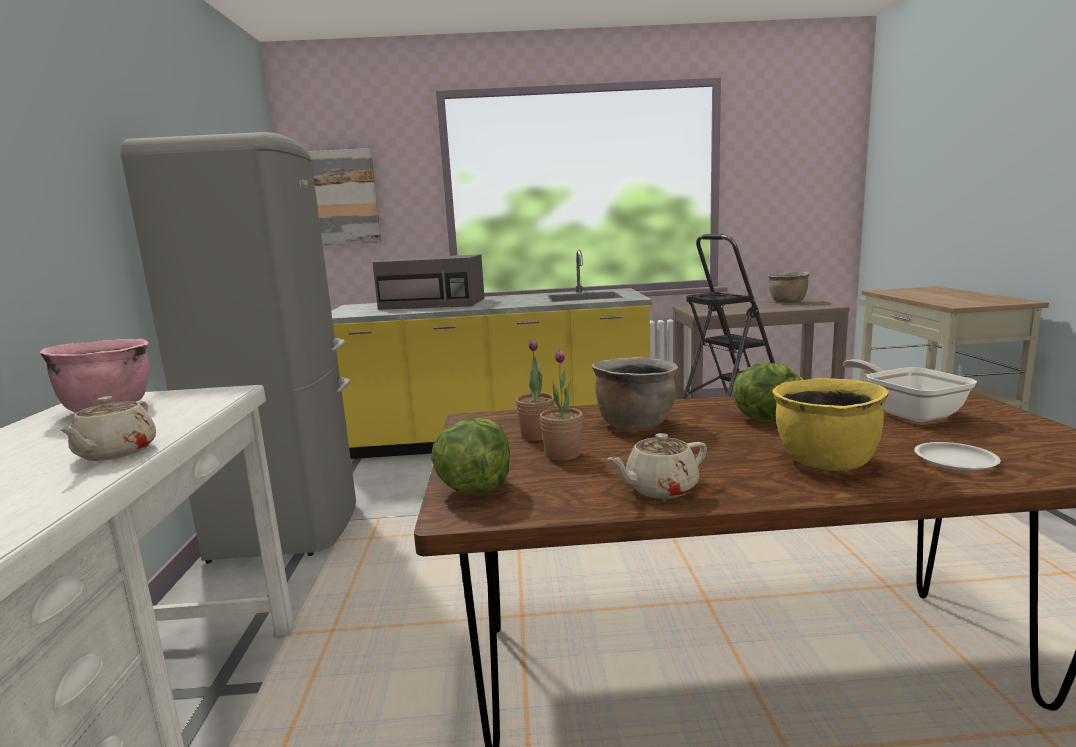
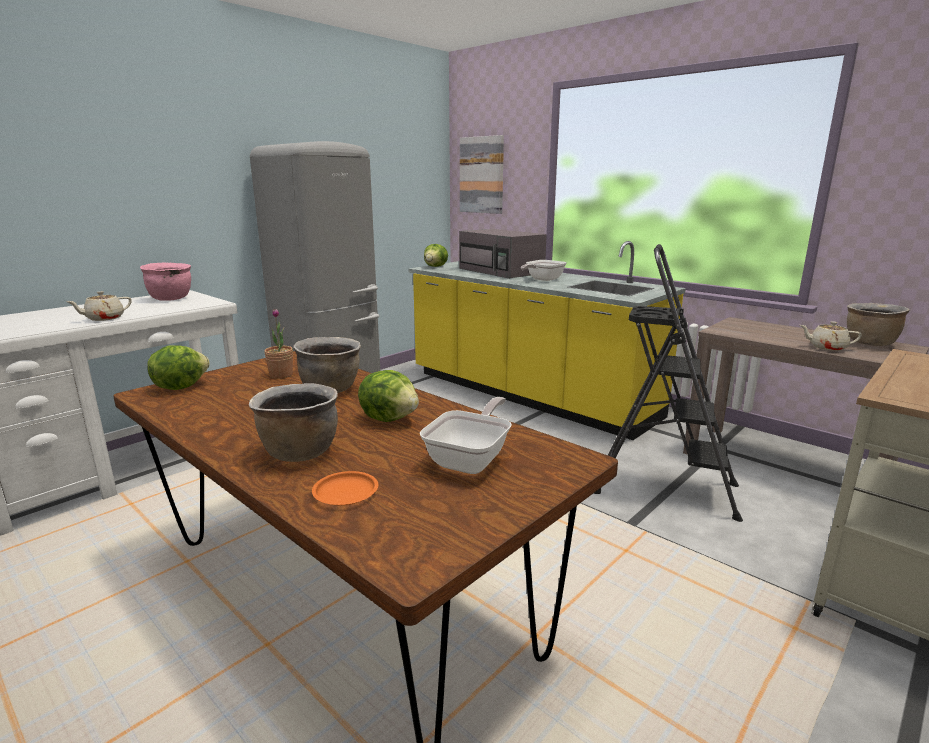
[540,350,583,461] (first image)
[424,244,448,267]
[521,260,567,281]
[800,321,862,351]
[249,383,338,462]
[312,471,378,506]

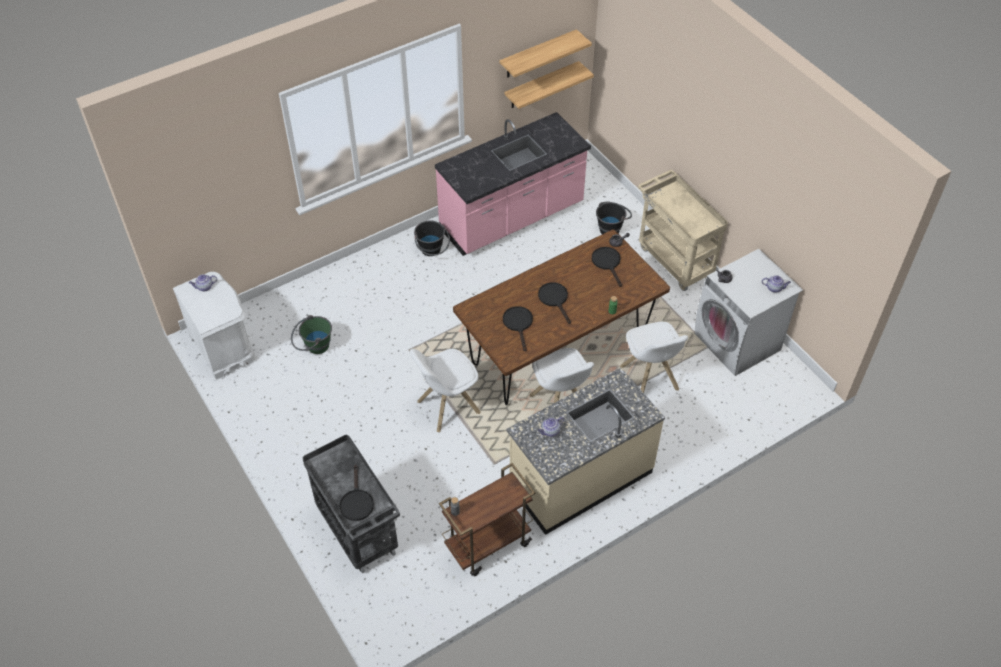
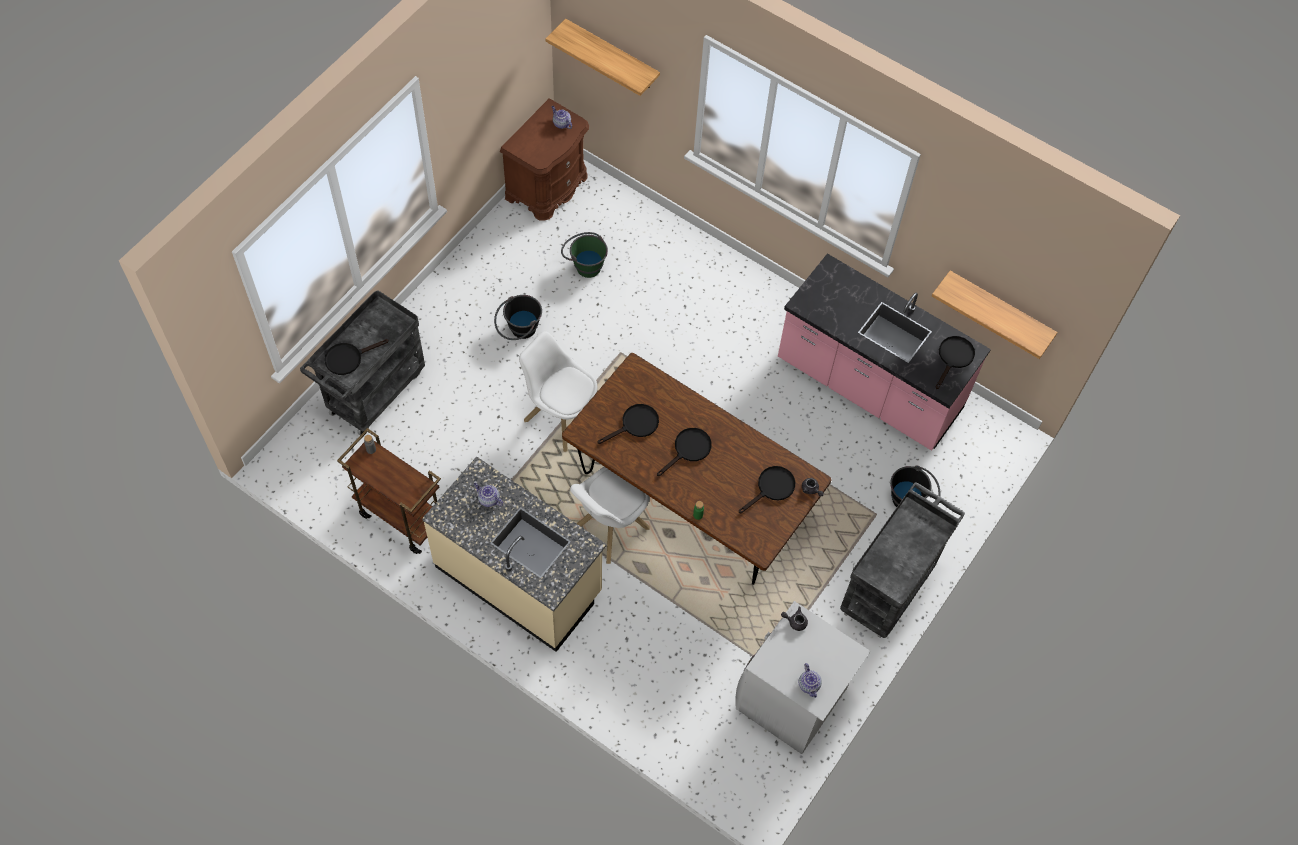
[620,322,688,393] (first image)
[936,336,975,389]
[494,295,542,340]
[546,19,660,96]
[500,98,589,221]
[840,482,965,638]

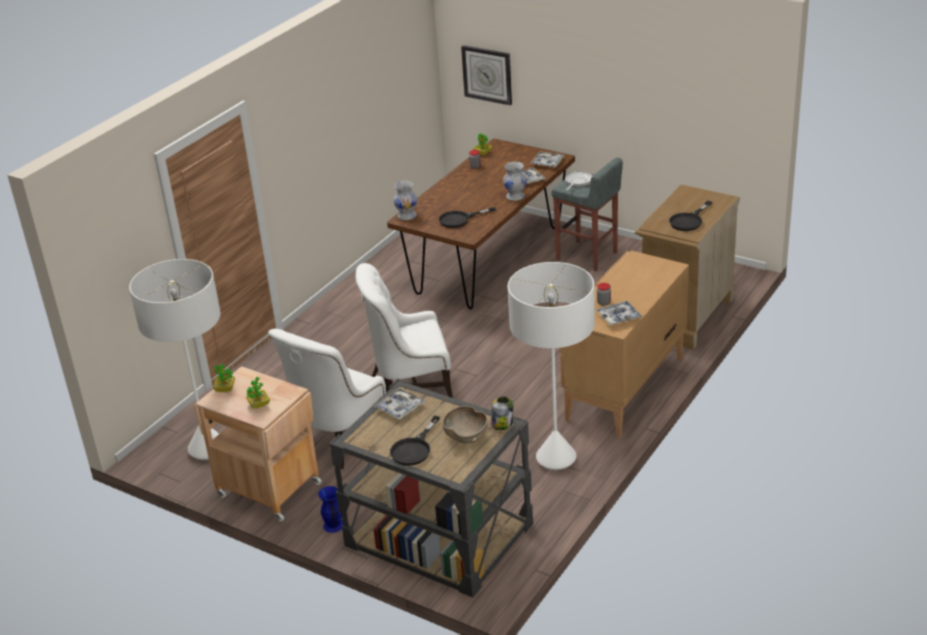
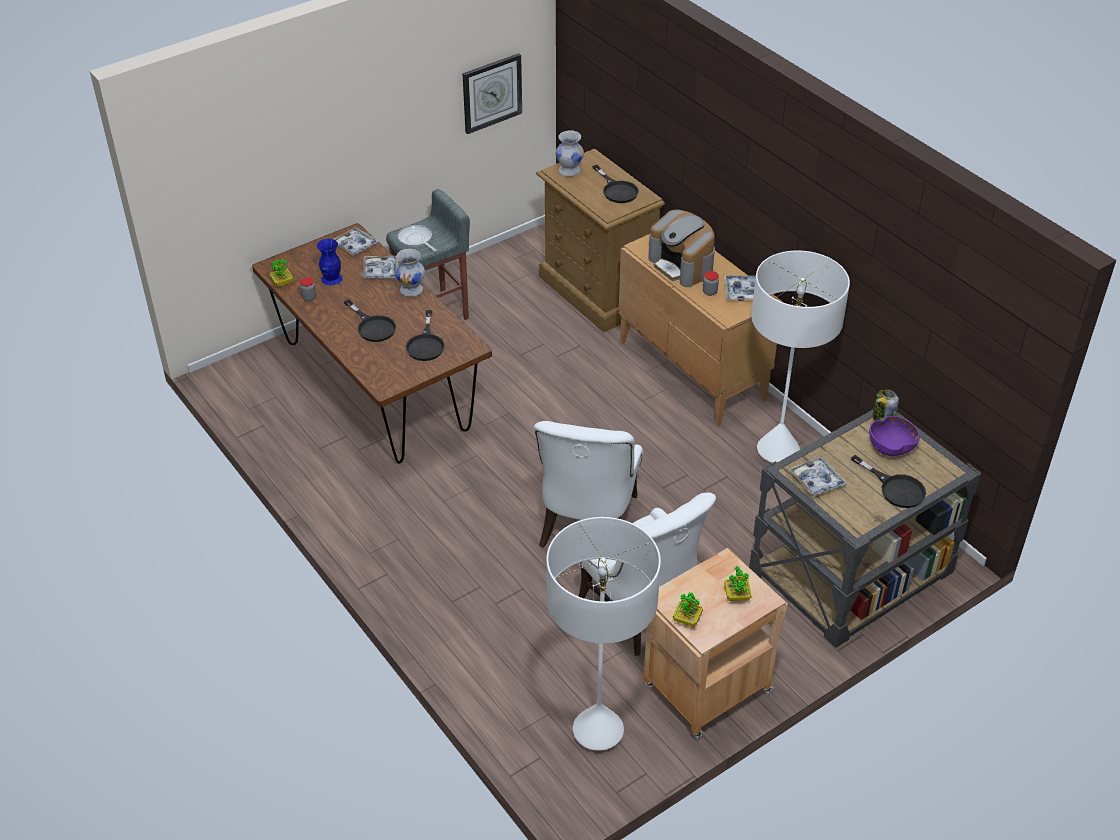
[344,299,396,342]
[648,210,715,287]
[317,239,343,285]
[556,130,584,177]
[462,53,522,134]
[869,416,920,456]

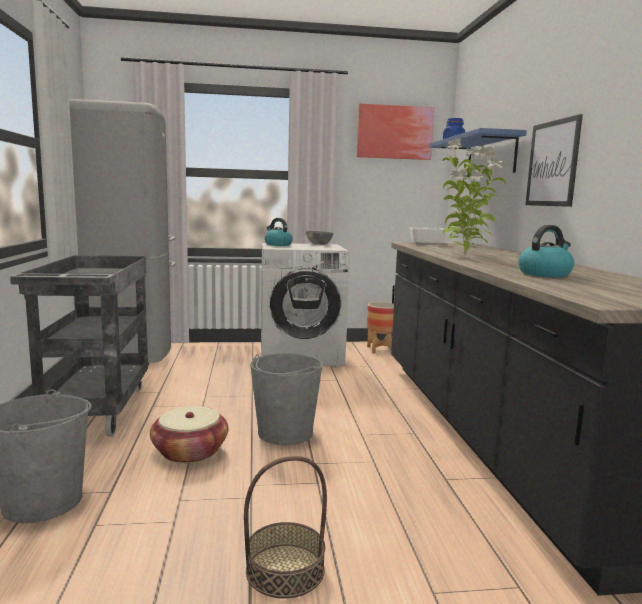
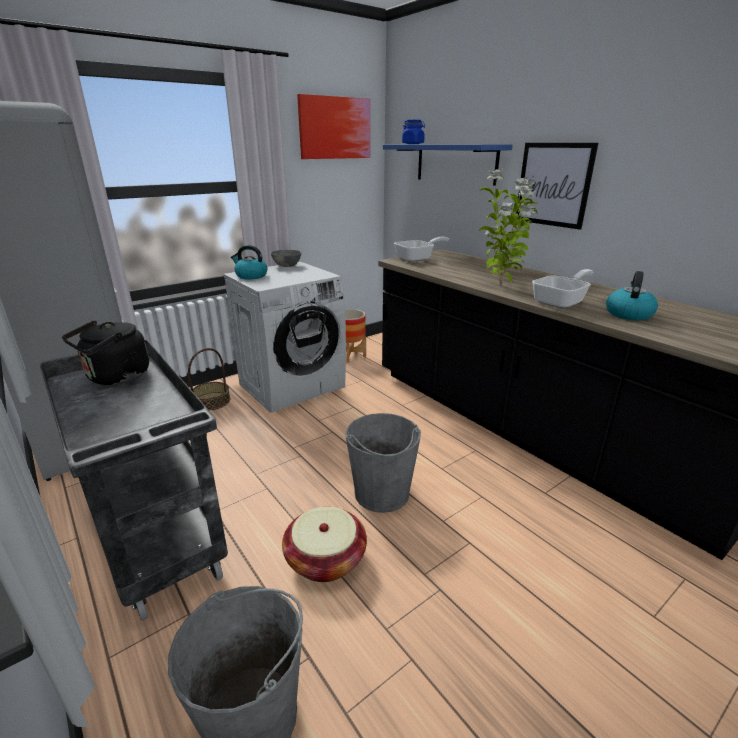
[62,320,149,385]
[532,269,594,308]
[188,348,230,410]

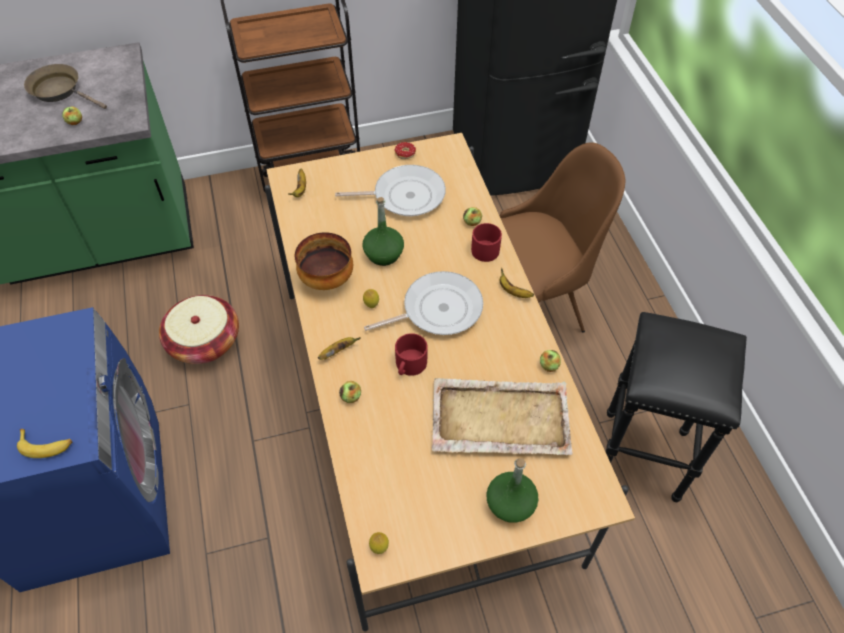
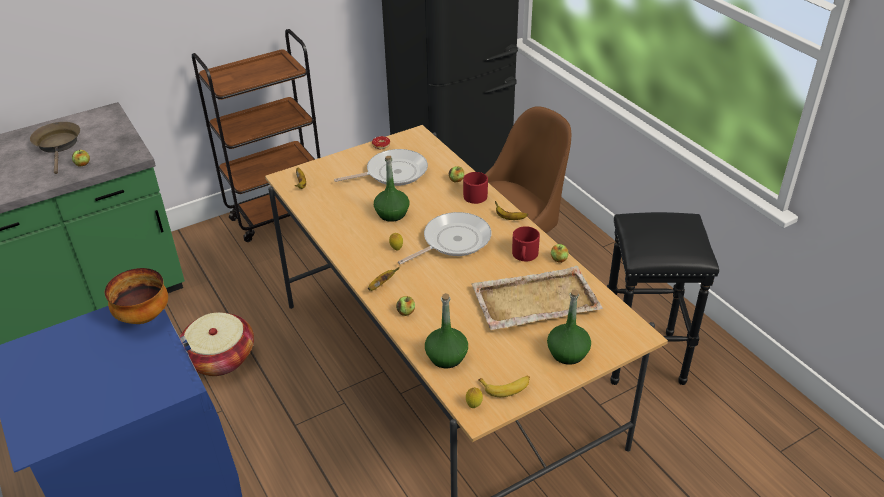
[425,293,468,368]
[478,376,530,397]
[105,268,168,324]
[512,226,540,261]
[30,122,80,174]

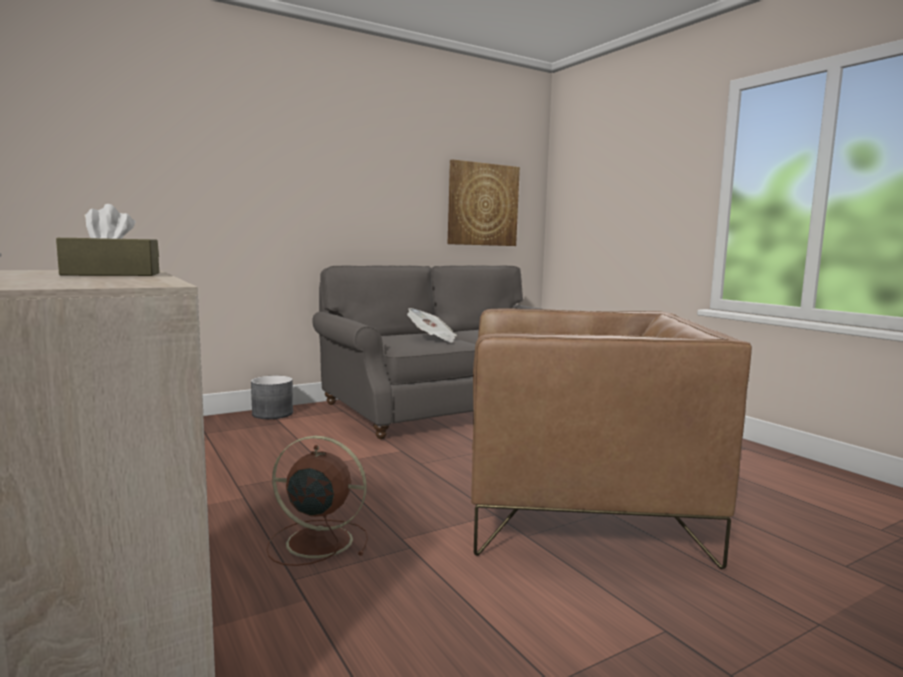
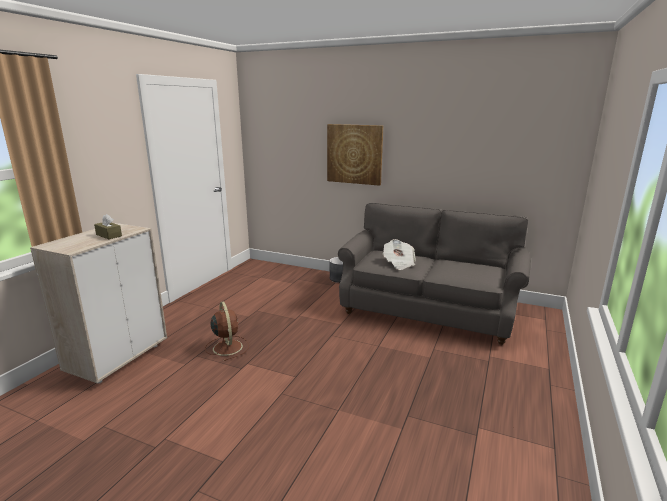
[471,309,752,569] (first image)
[327,124,383,186]

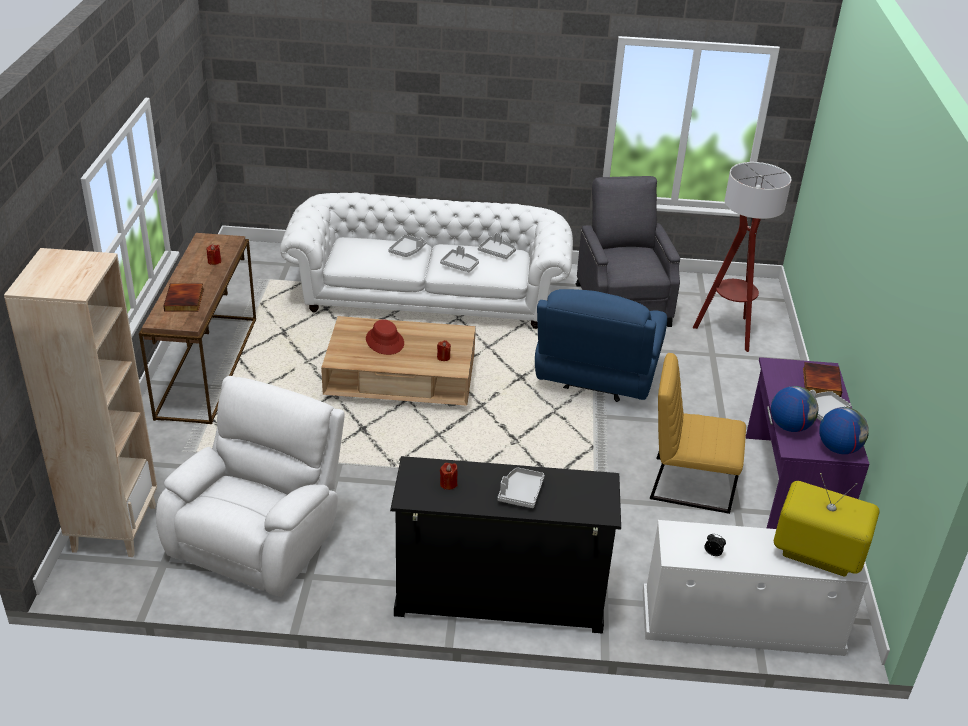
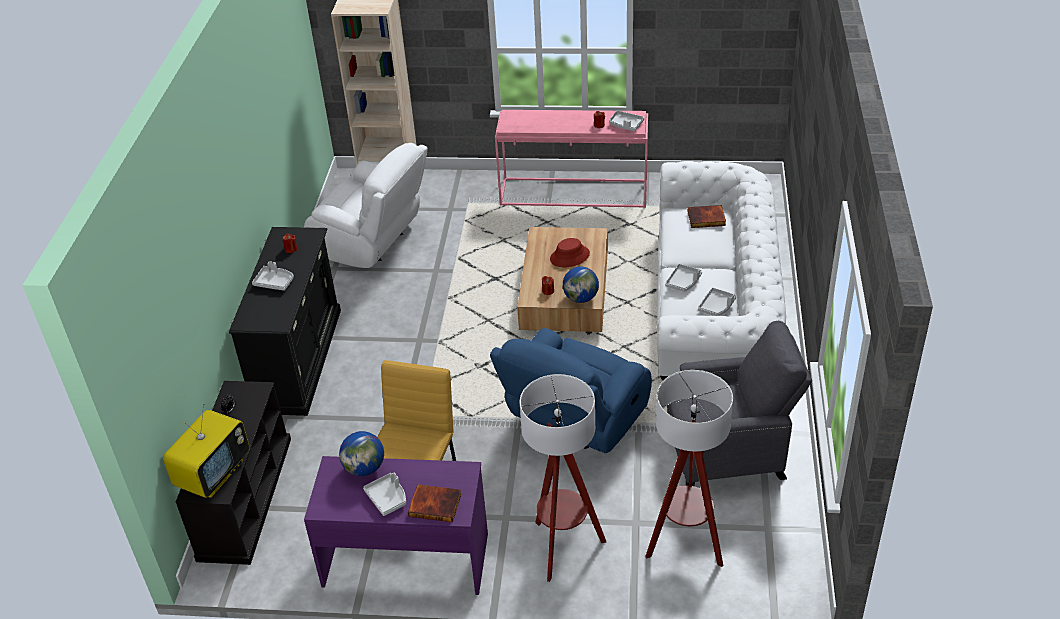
[520,374,606,582]
[688,205,726,228]
[609,111,644,131]
[563,267,599,303]
[495,110,648,208]
[176,381,291,565]
[490,328,652,453]

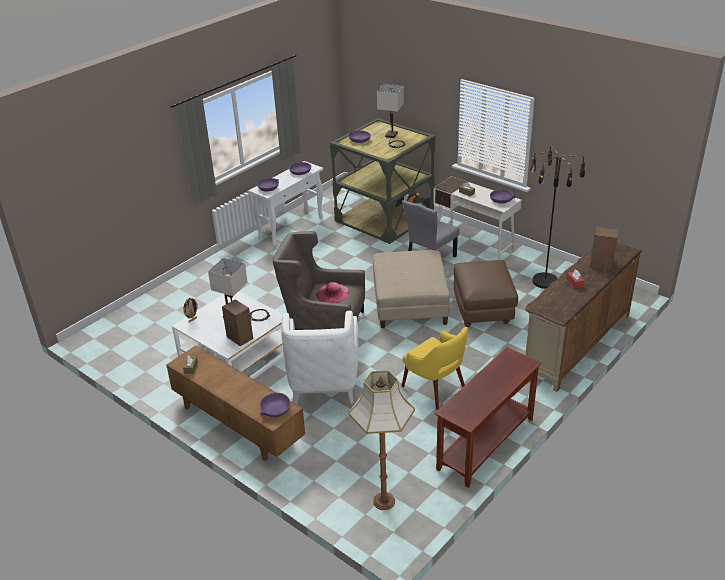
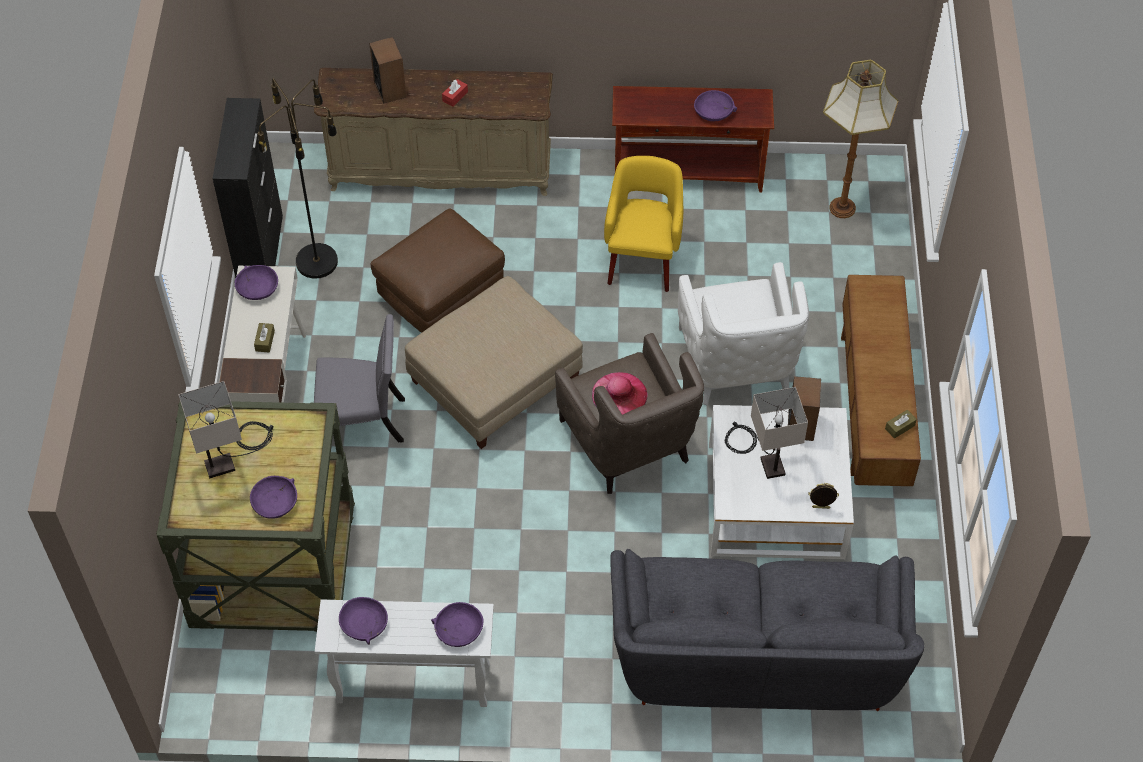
[212,98,283,278]
[611,549,924,711]
[694,90,737,121]
[678,262,809,405]

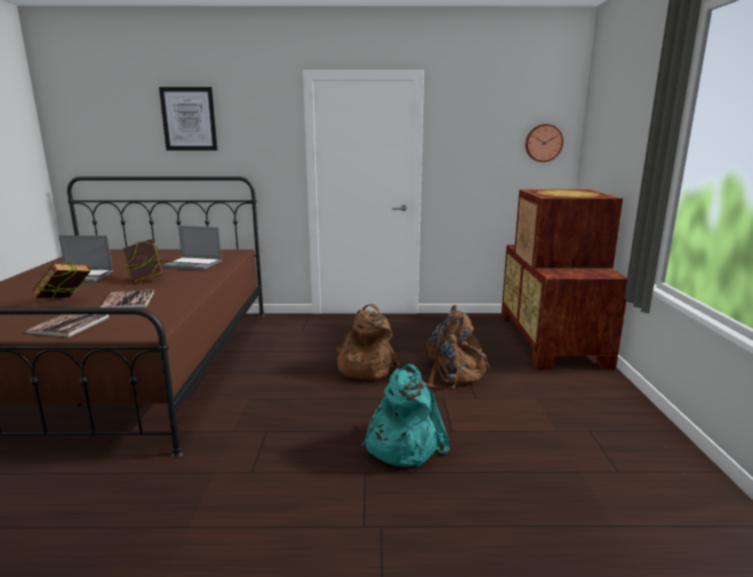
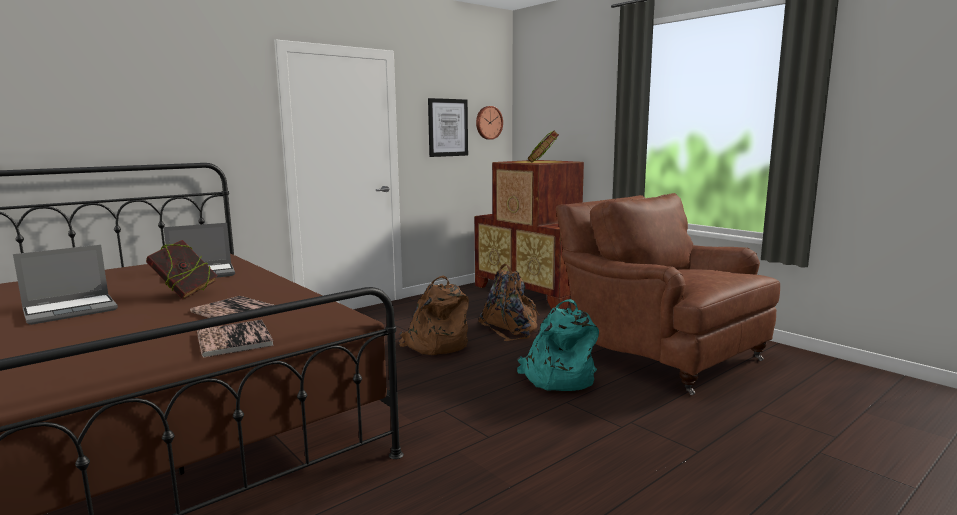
[556,193,780,395]
[527,130,559,163]
[428,98,468,157]

